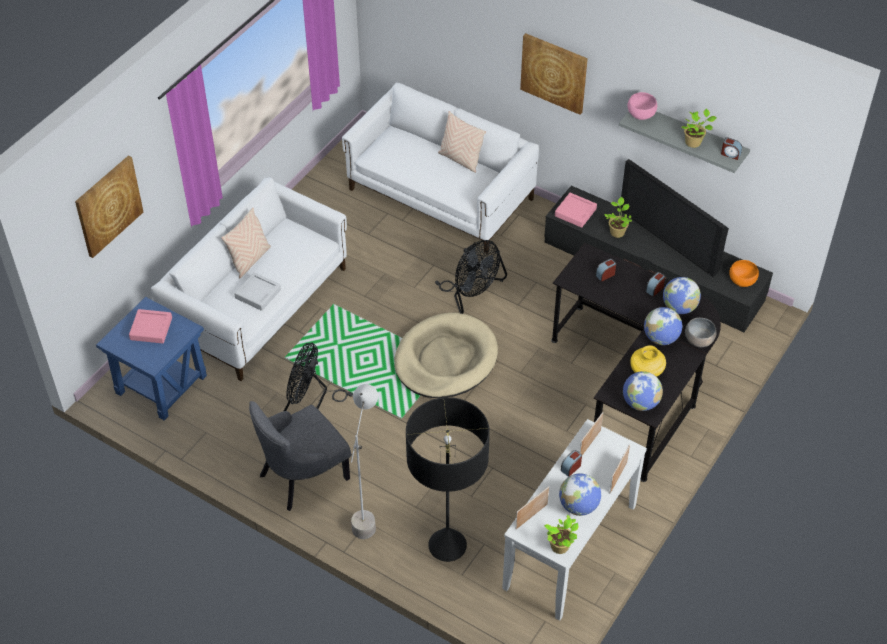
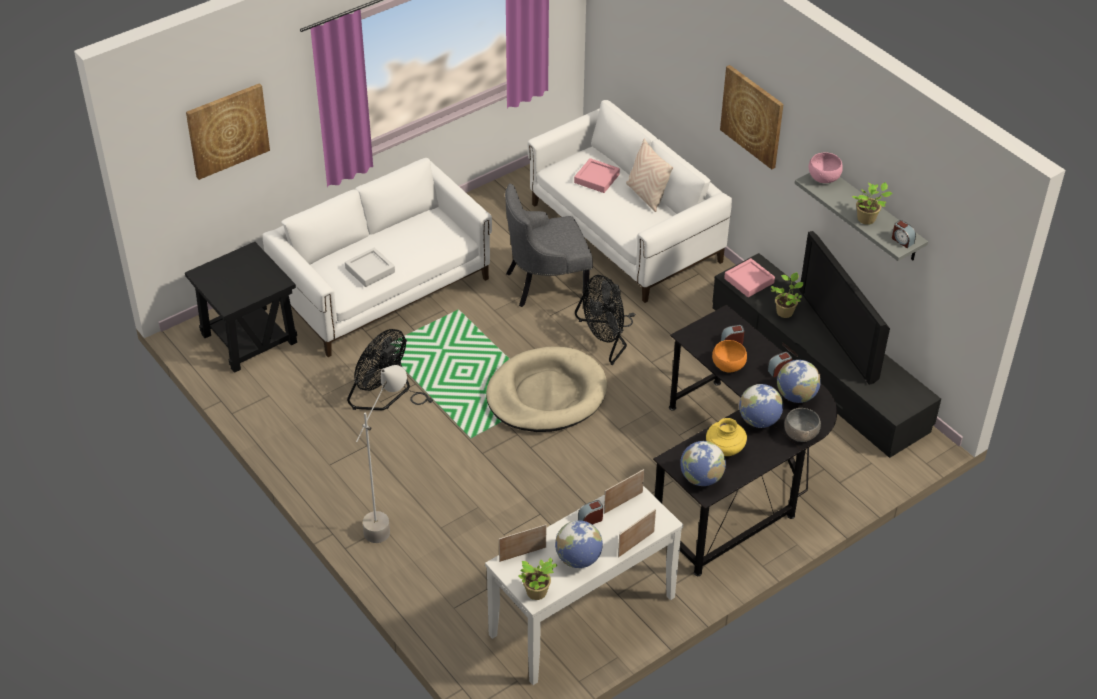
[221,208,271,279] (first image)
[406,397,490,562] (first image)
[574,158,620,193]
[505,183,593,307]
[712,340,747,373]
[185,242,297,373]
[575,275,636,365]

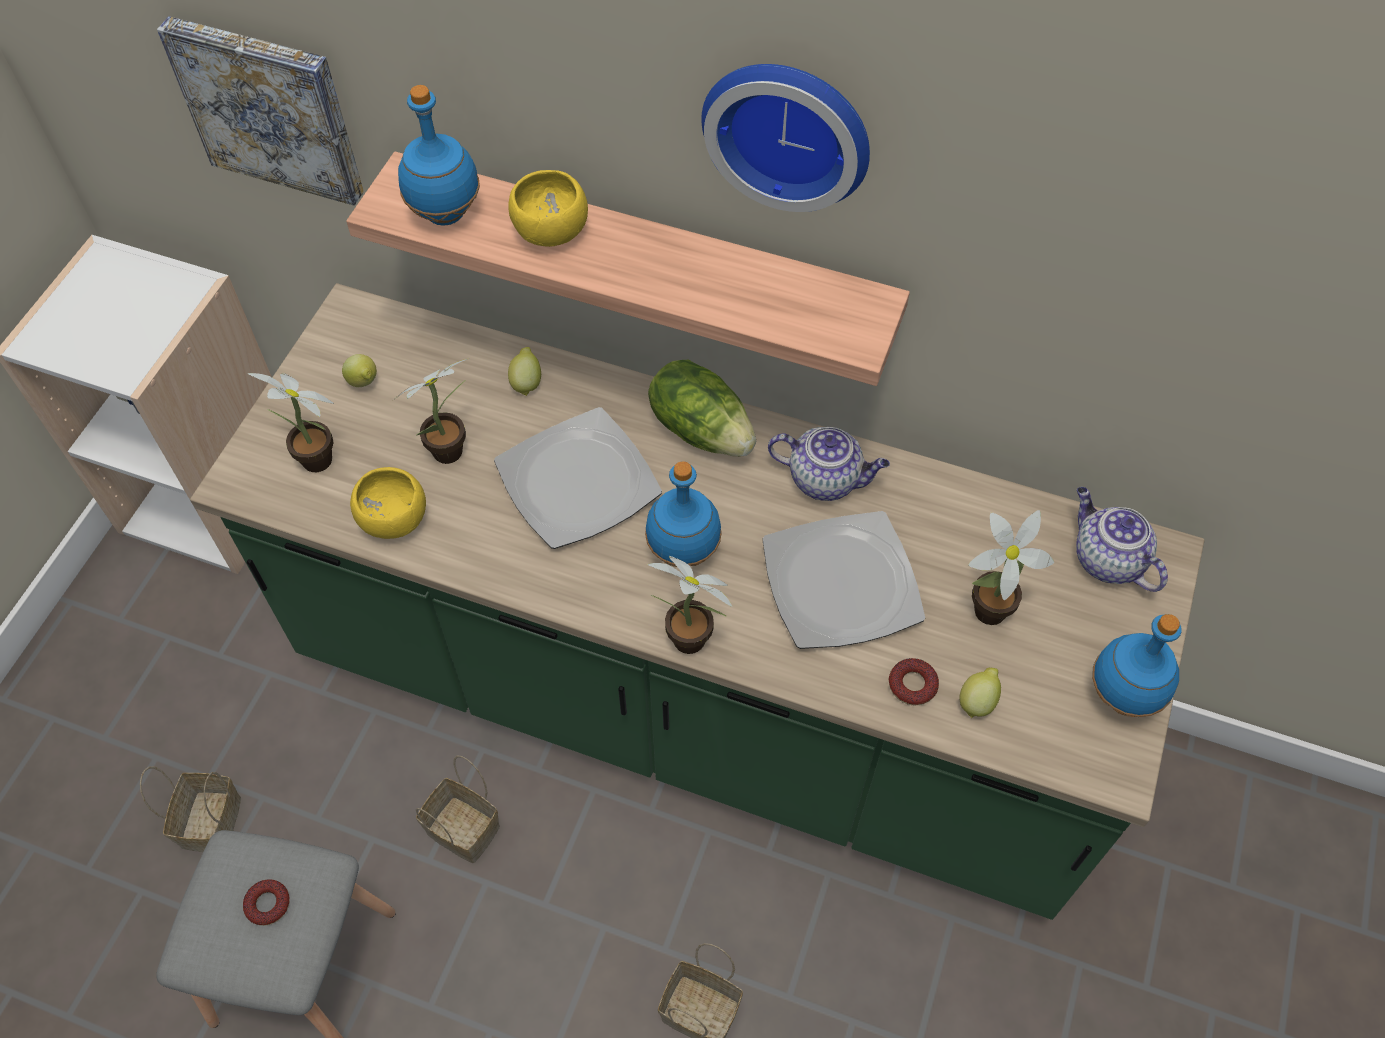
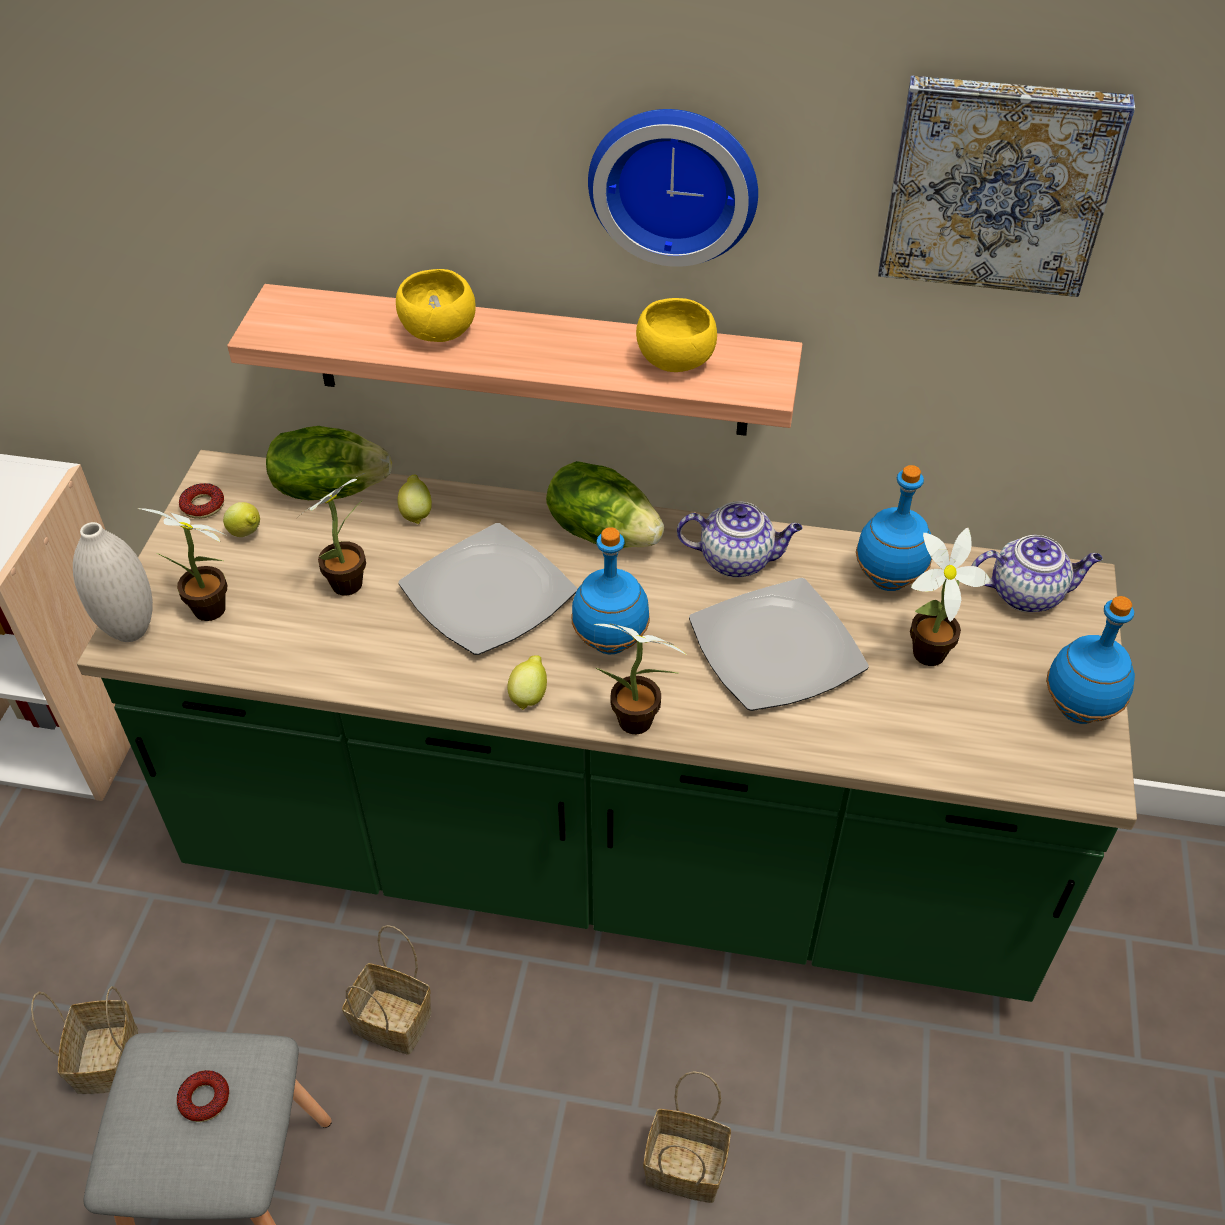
[73,522,153,642]
[266,426,392,500]
[878,75,1135,297]
[636,298,717,372]
[856,465,932,591]
[179,483,224,519]
[507,655,547,710]
[971,535,1103,613]

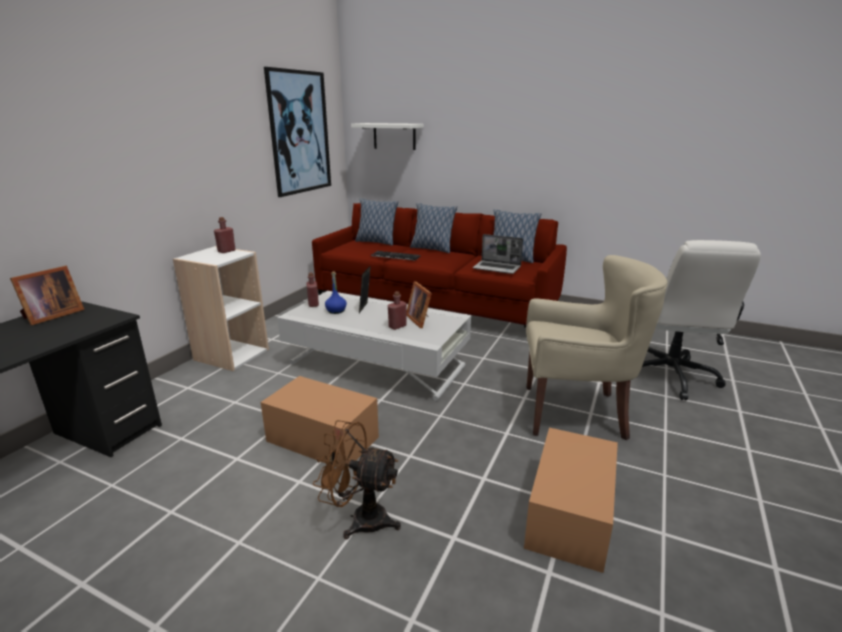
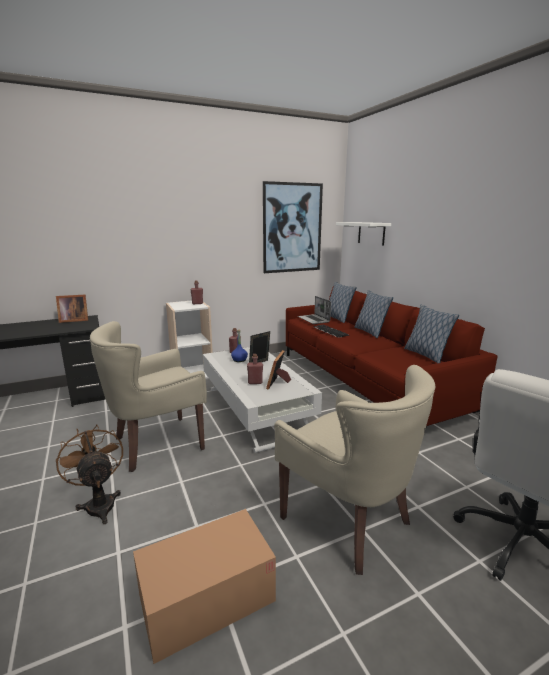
[298,296,331,324]
[90,321,207,472]

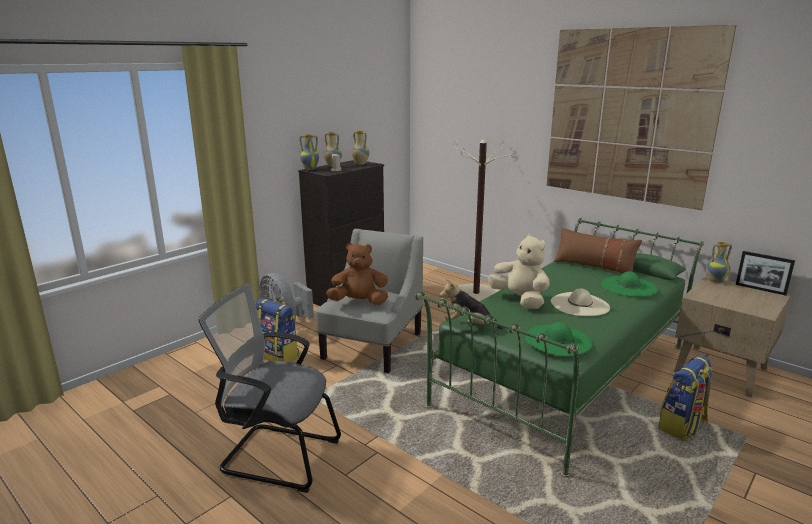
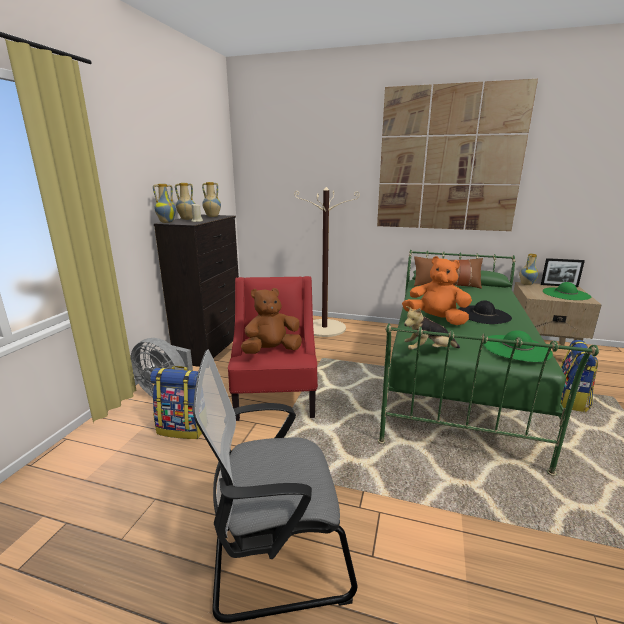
[543,282,591,300]
[228,276,318,421]
[402,256,472,325]
[459,300,512,324]

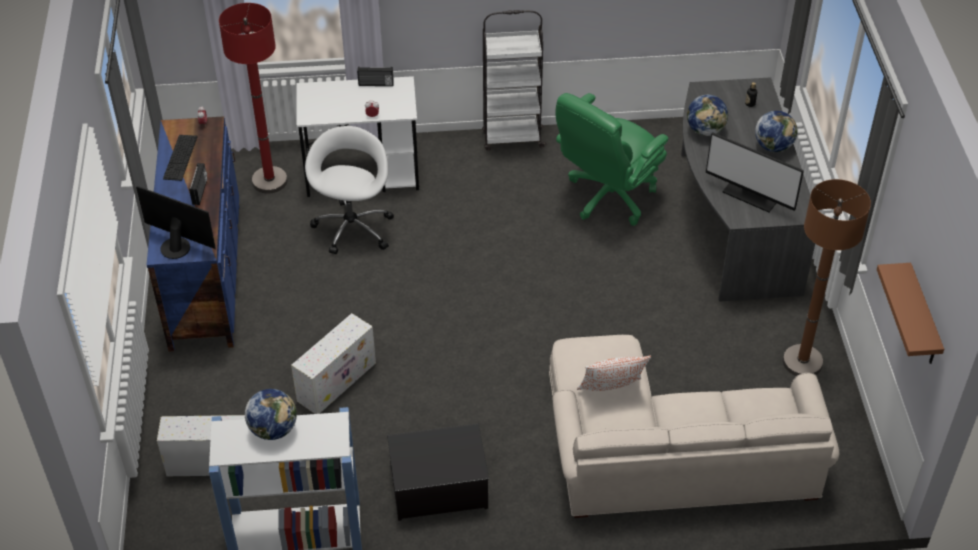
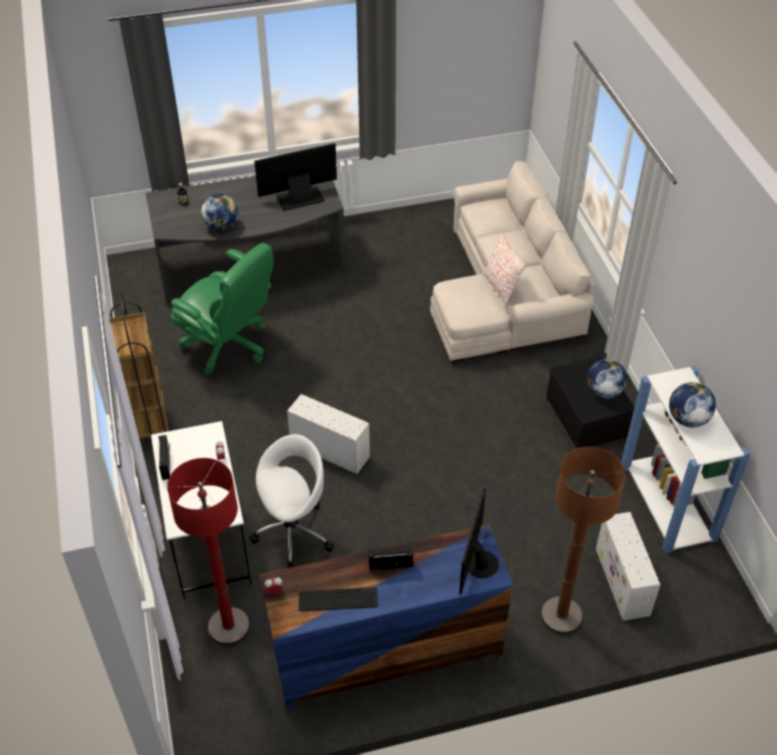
[877,263,944,364] (first image)
[287,394,370,474]
[587,359,628,399]
[541,447,626,635]
[109,290,169,445]
[250,434,334,568]
[254,143,337,211]

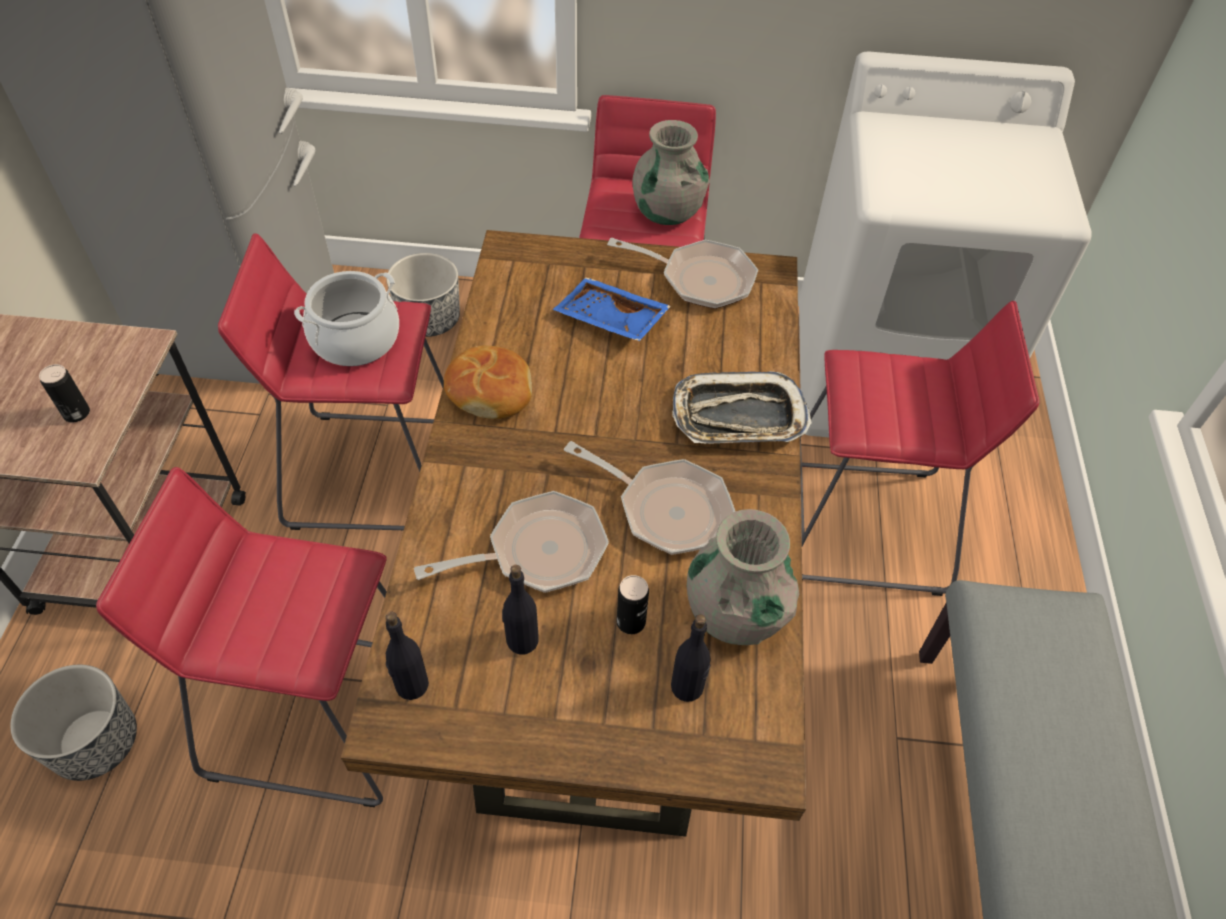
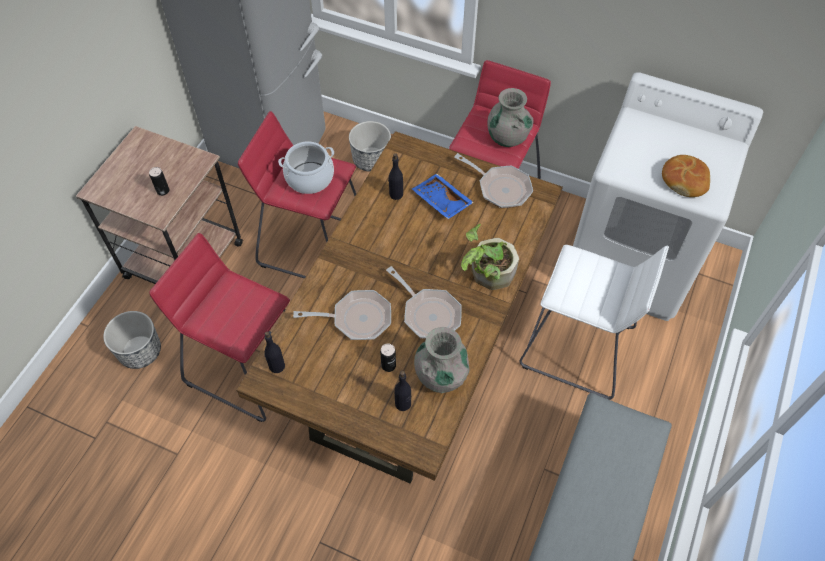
[662,155,710,197]
[388,153,403,200]
[461,224,519,290]
[520,245,669,400]

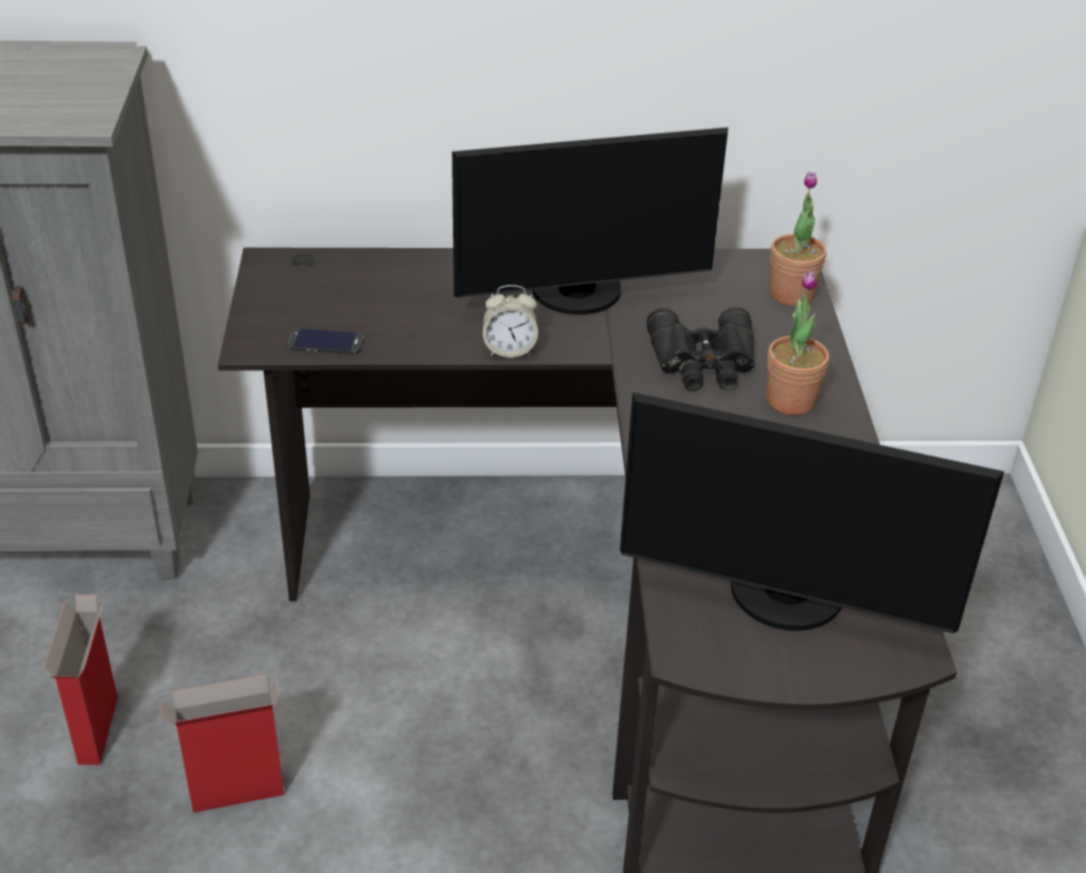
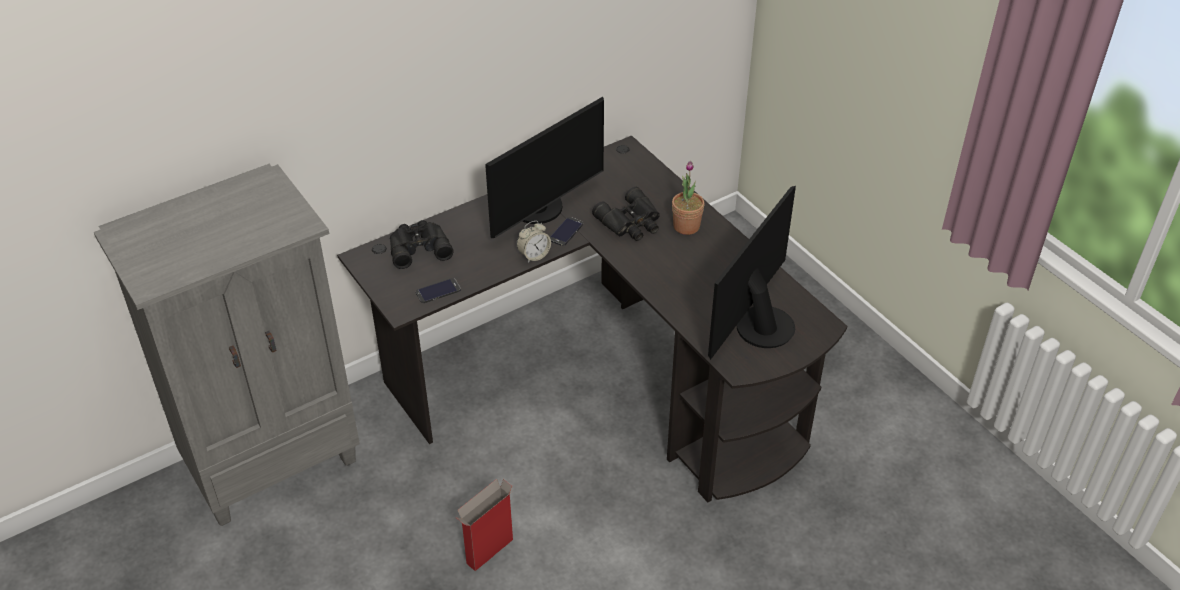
[44,595,118,765] (first image)
[770,172,826,306] (first image)
[390,220,454,269]
[550,217,583,246]
[708,186,796,360]

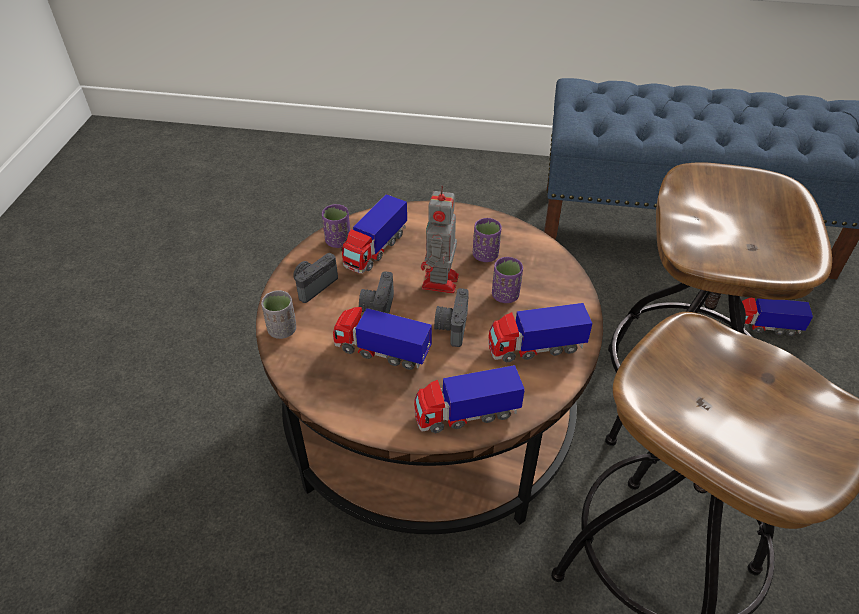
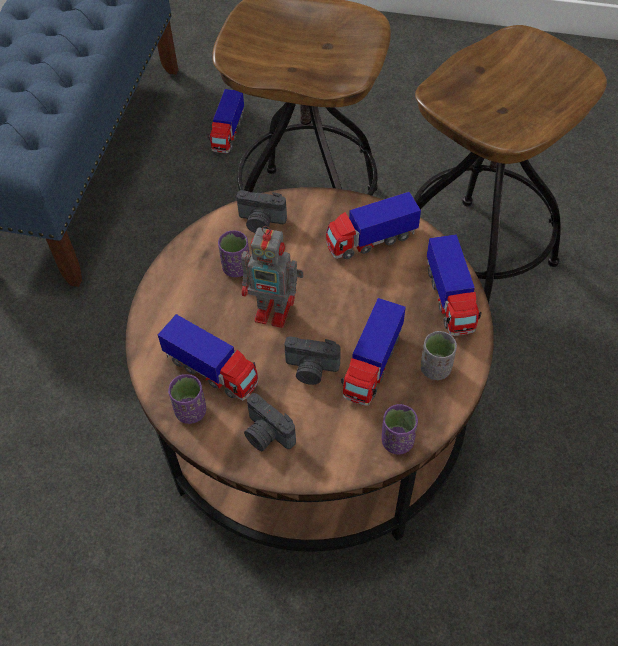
[421,331,457,380]
[236,190,287,233]
[382,404,418,454]
[326,192,421,259]

